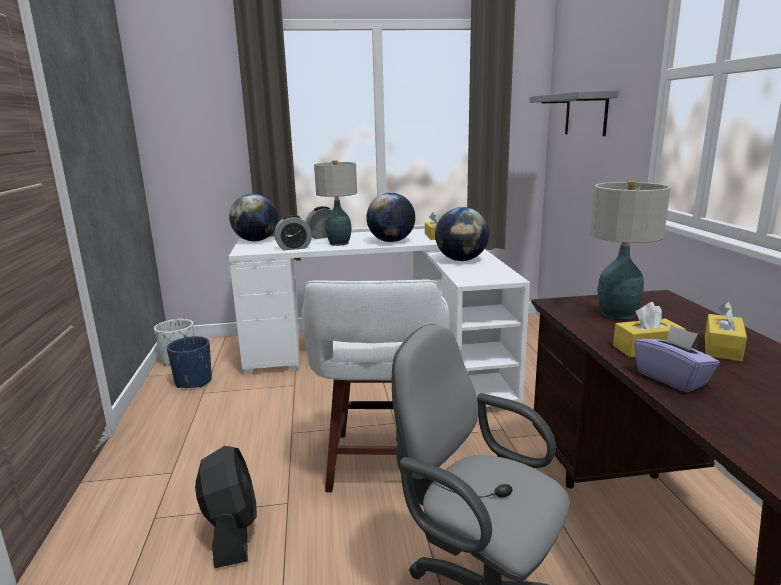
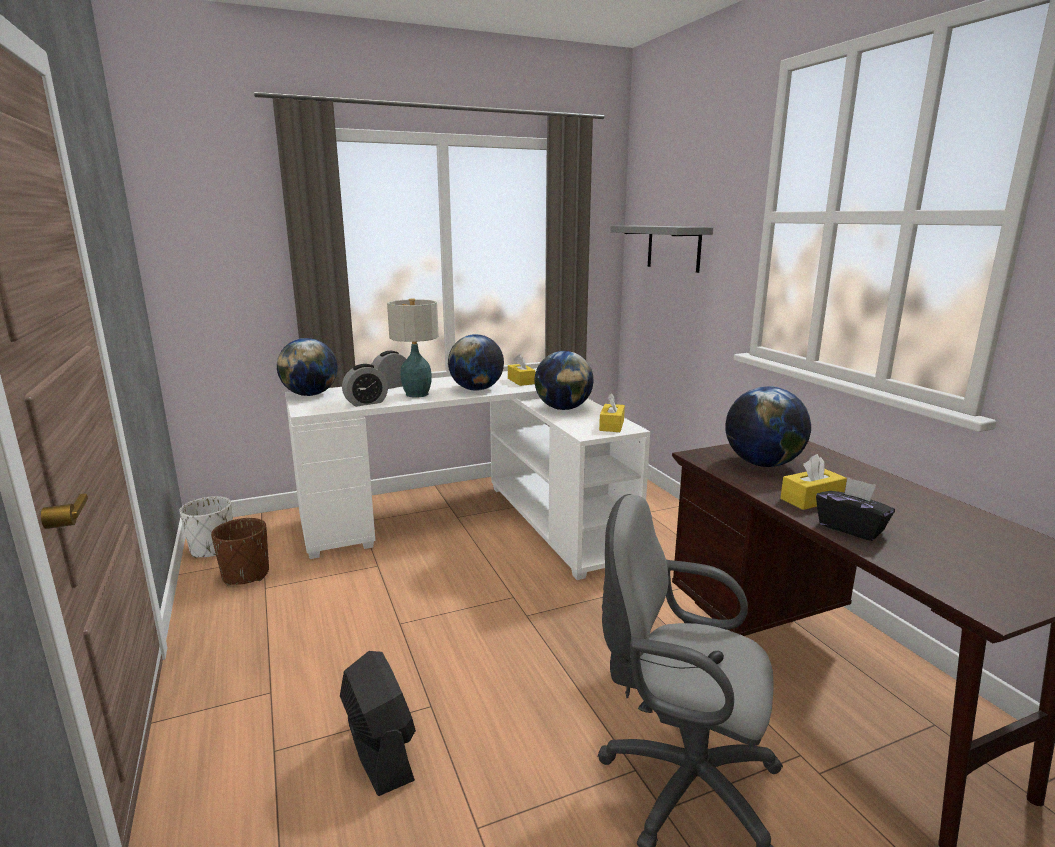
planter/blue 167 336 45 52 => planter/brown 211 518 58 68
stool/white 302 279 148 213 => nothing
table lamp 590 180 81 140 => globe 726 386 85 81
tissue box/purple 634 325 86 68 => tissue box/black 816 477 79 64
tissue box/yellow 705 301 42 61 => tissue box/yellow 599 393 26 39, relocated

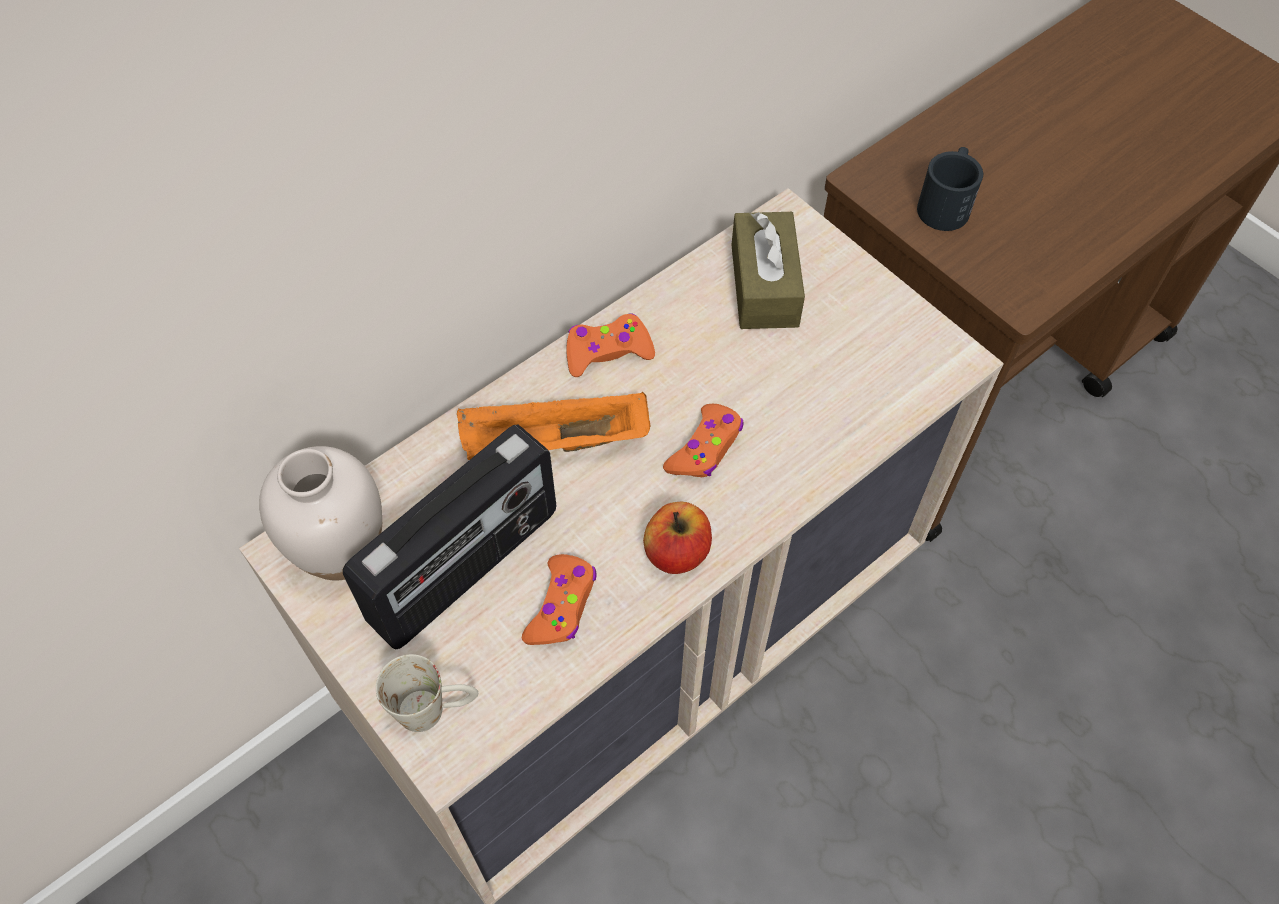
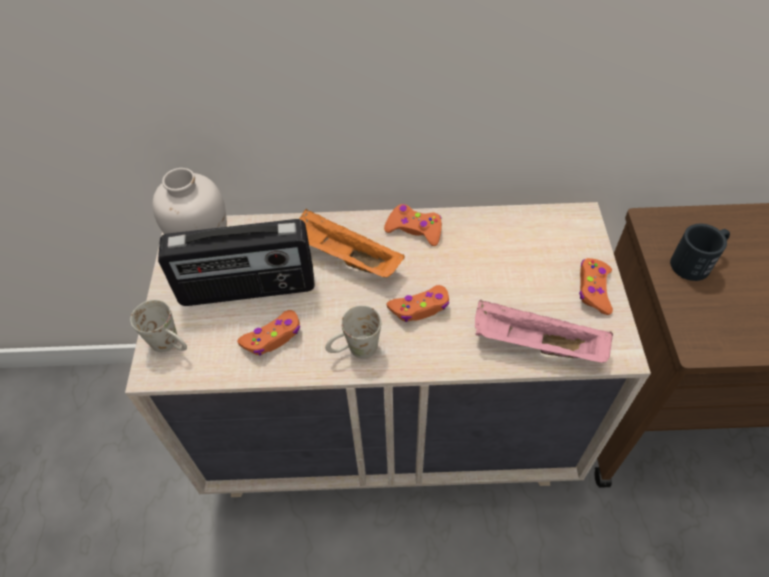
apple 643 502 69 72 => mug/white 325 305 56 54
tissue box/brown 732 212 73 117 => nothing
nothing => tray/pink 475 300 138 63
nothing => game controller/orange 579 258 34 57

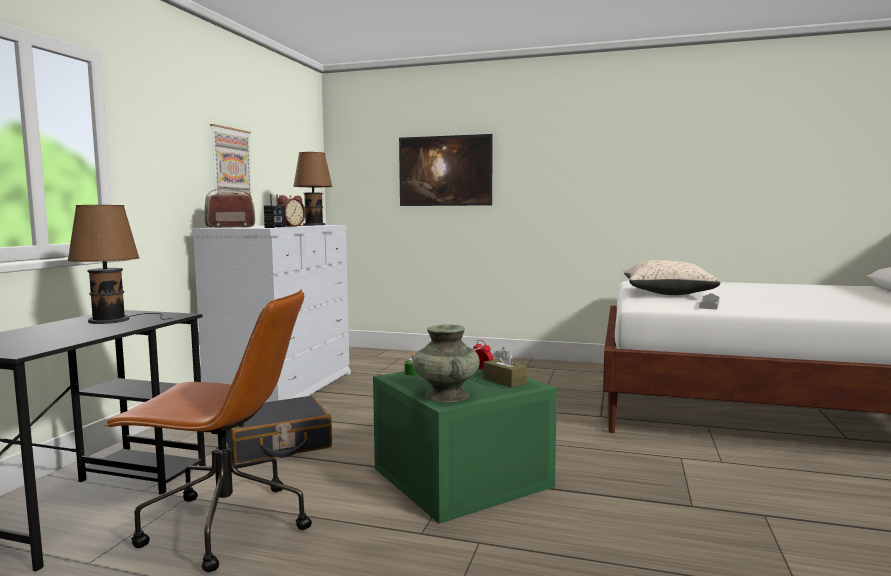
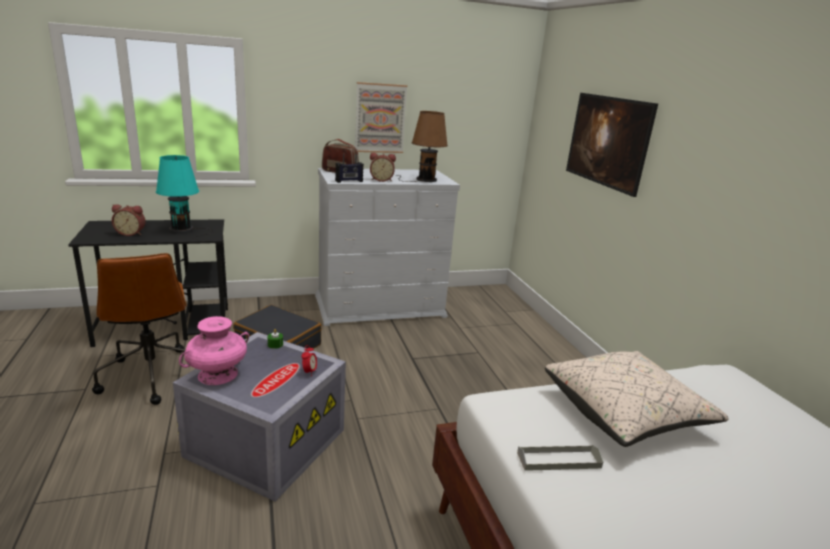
table lamp/brown 67 205 105 119 => table lamp/turquoise 156 155 57 84
storage box/green 373 368 184 156 => storage box/grey 173 332 173 169
vase/turquoise 412 324 68 78 => vase/pink 179 316 70 69
tissue box/brown 483 347 44 40 => nothing
nothing => alarm clock 112 204 34 32

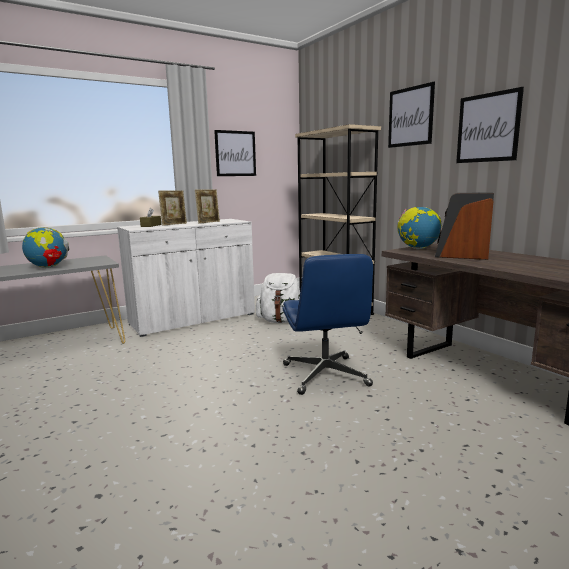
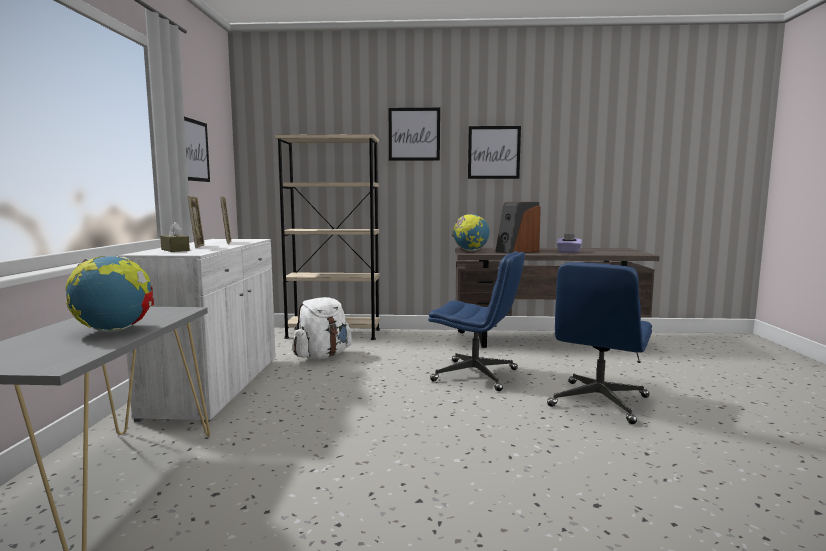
nothing => office chair/blue 547 262 105 162
nothing => tissue box/purple 557 234 25 19

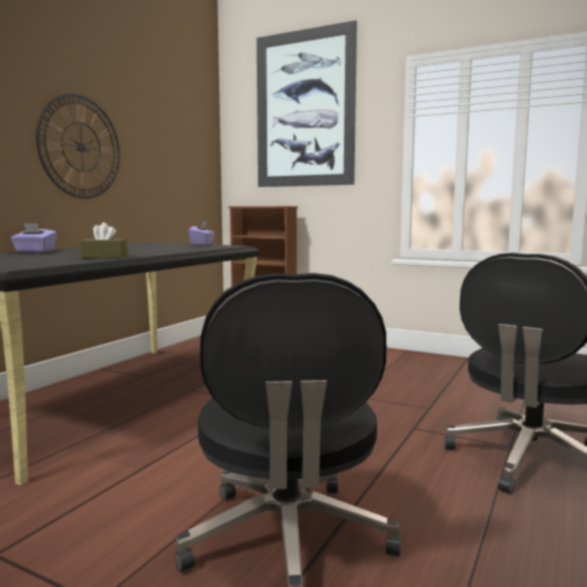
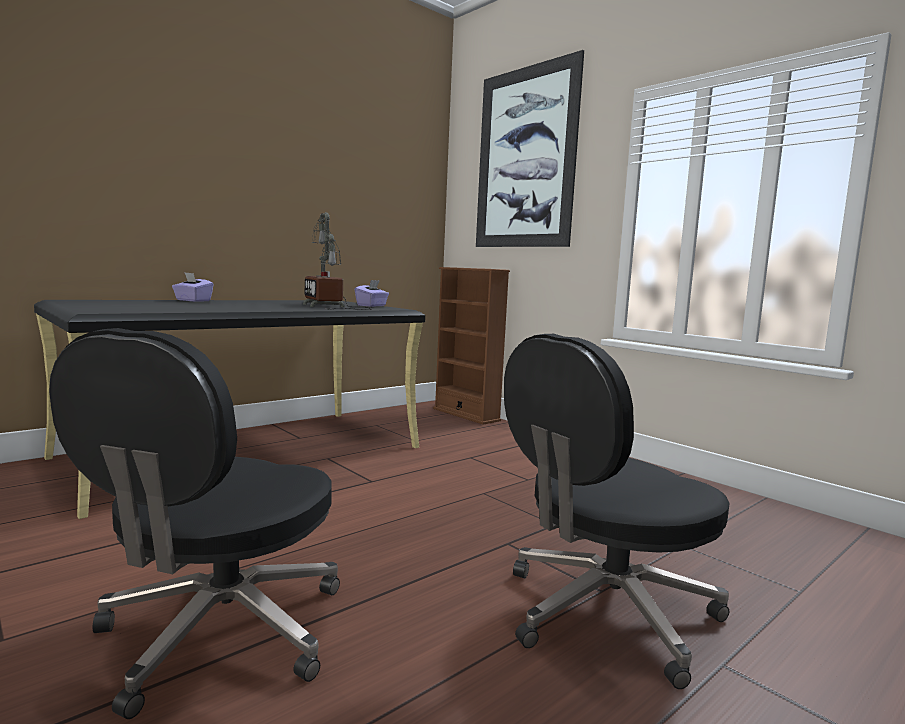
wall clock 36 93 84 106 => nothing
tissue box/brown 80 222 48 36 => nothing
nothing => table lamp 303 212 69 98

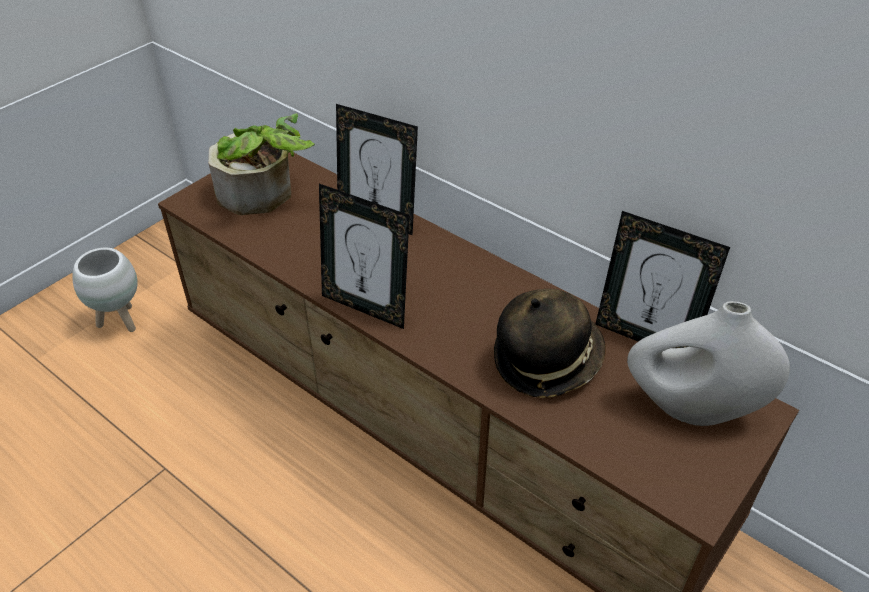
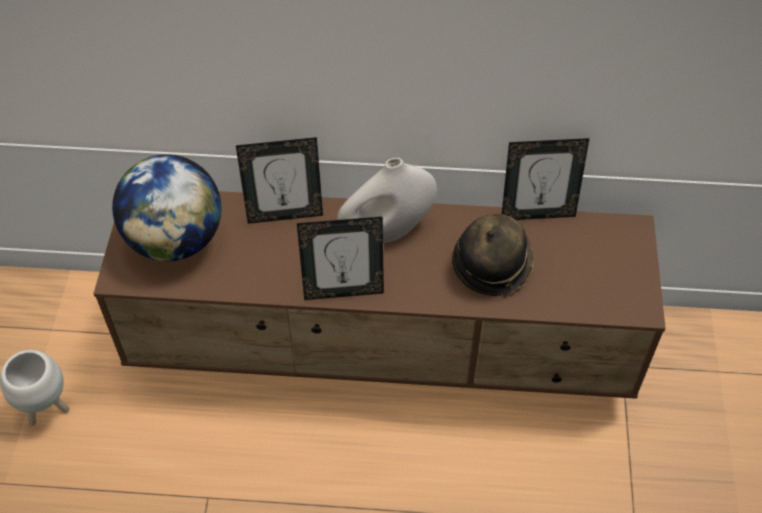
potted plant 208 113 107 102 => globe 112 154 109 107
vase/white 627 301 163 125 => vase/white 337 158 100 85, relocated

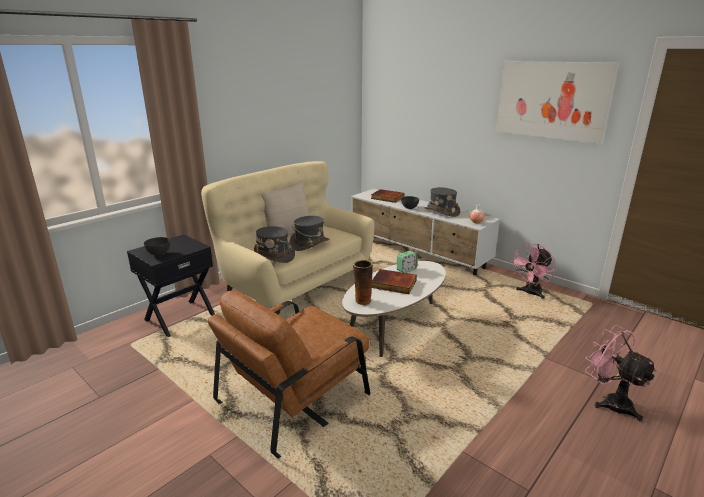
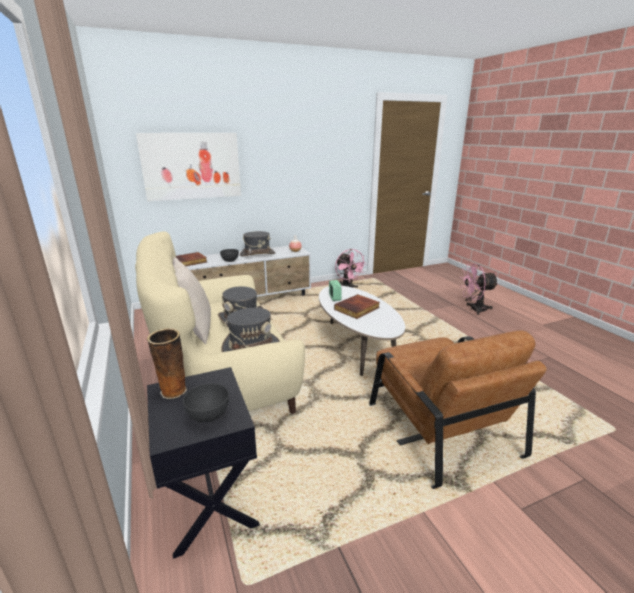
vase 353 260 20 45 => vase 147 328 40 71, relocated
picture 496 61 123 83 => picture 136 133 105 68, relocated

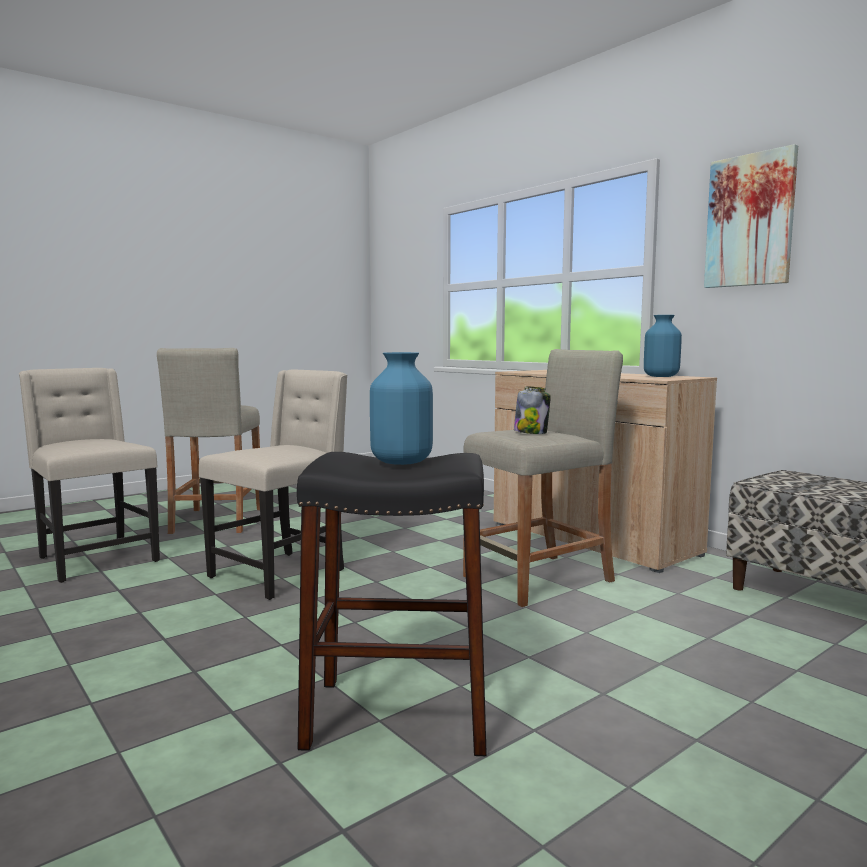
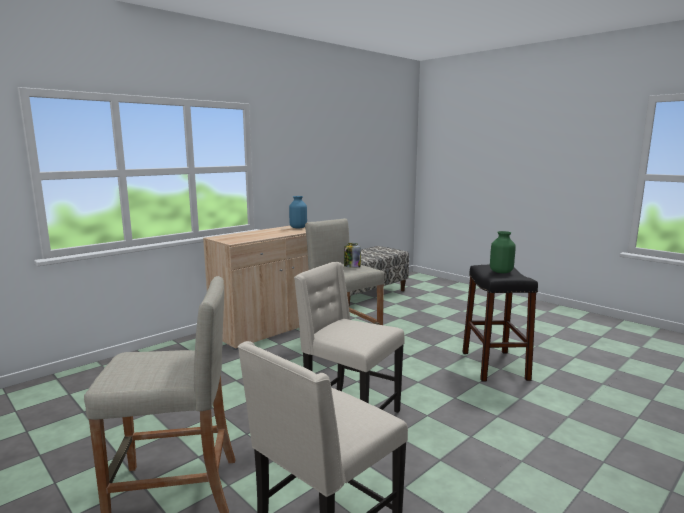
vase/blue 370 352 63 113 => vase/green 490 231 26 42
picture 704 144 94 144 => nothing

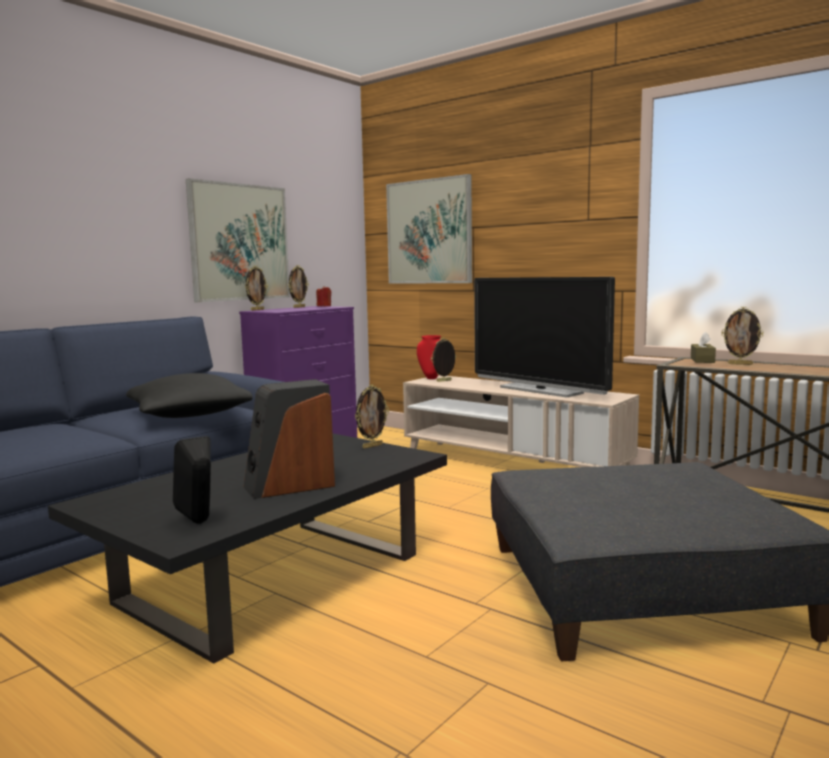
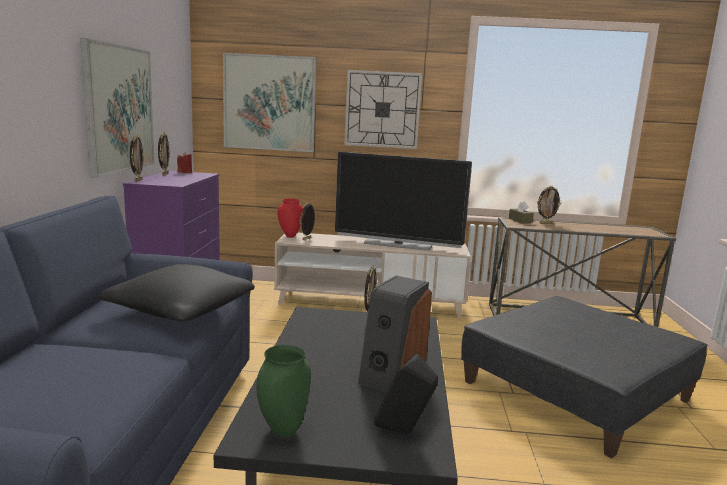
nothing => vase/green 256 345 55 92
nothing => wall clock 344 70 78 79

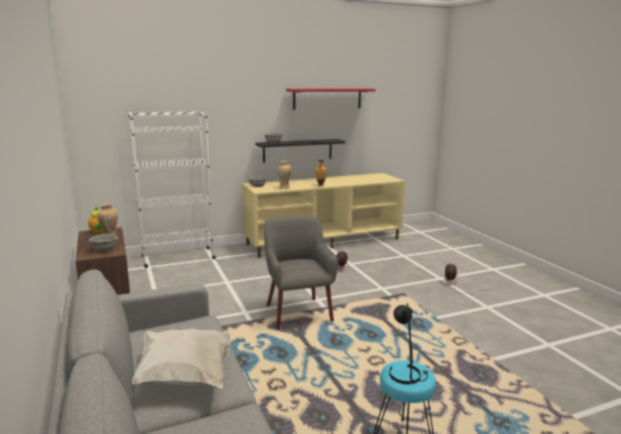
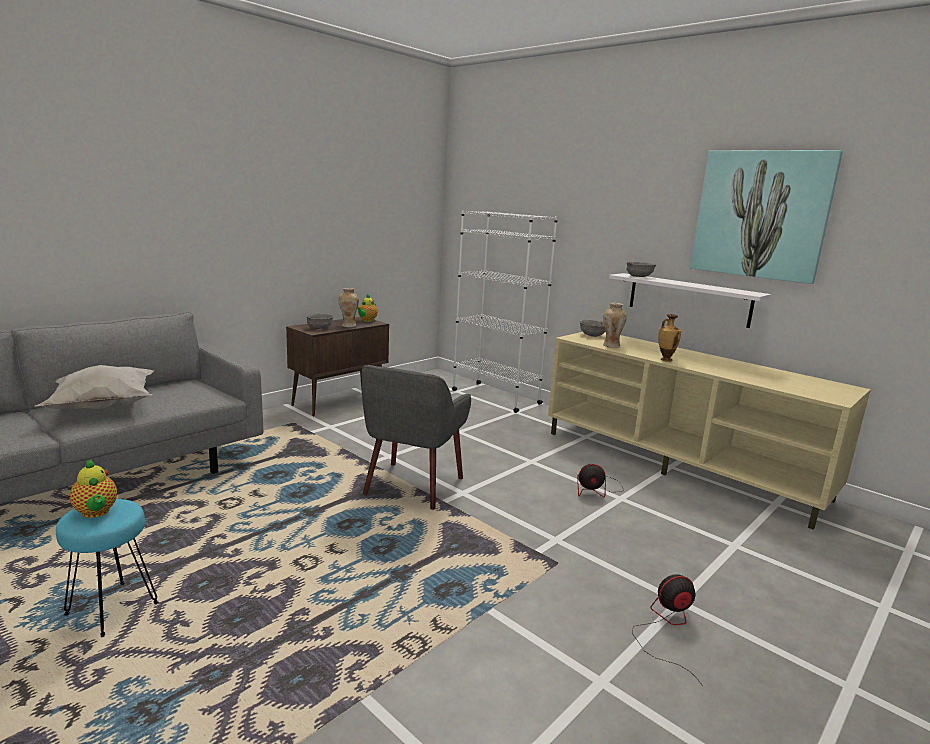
shelf/black 255 139 90 24 => shelf/white 609 273 162 55
armchair/grey 264 216 74 113 => armchair/grey 361 365 110 145, 150 degrees clockwise
shelf/red 286 88 89 22 => picture 690 150 153 134
table lamp/black 389 304 39 80 => teapot 70 459 47 59

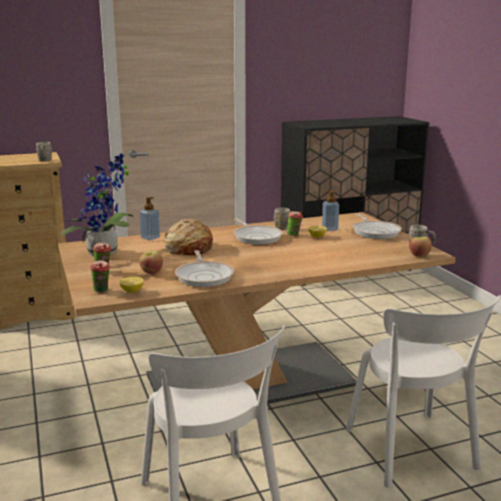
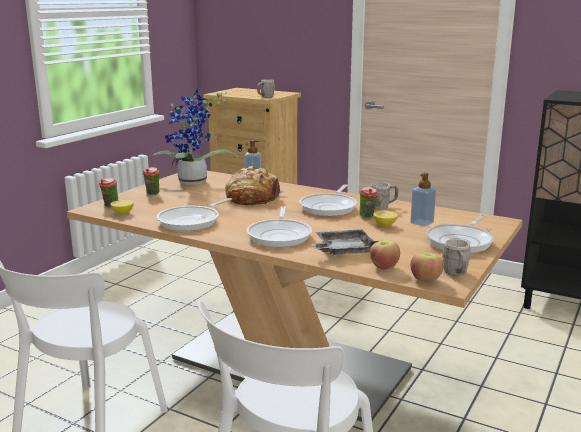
apple 139 251 24 23 => apple 370 240 30 30, relocated
nothing => frying pan 247 207 66 40
nothing => tray/grey 311 229 67 26

